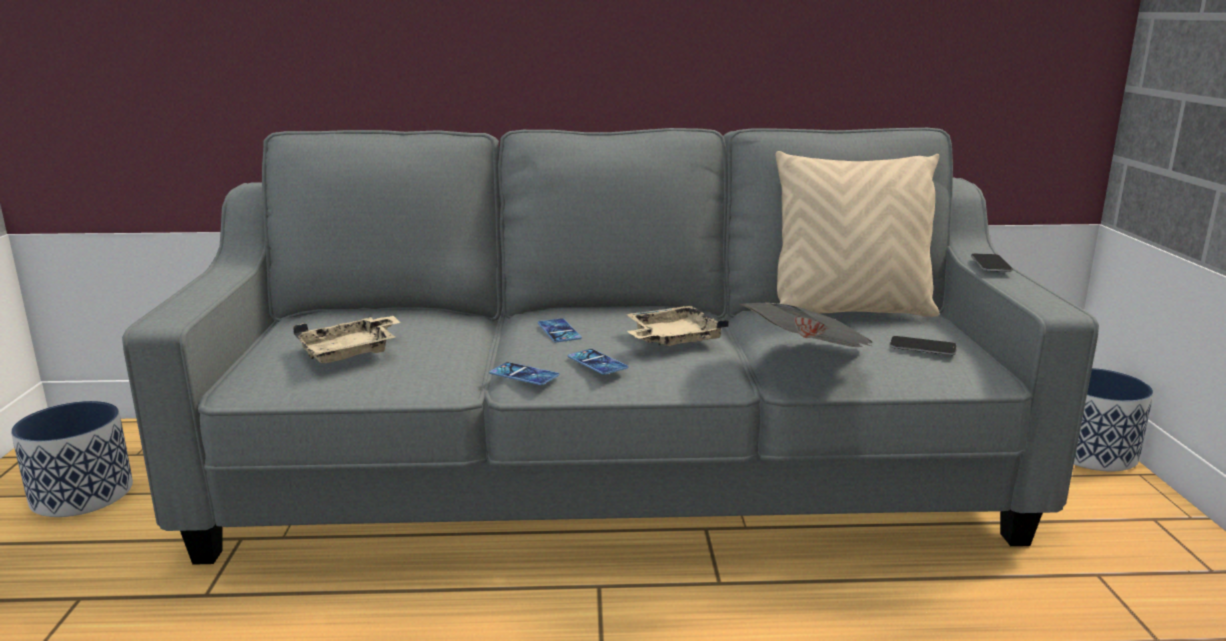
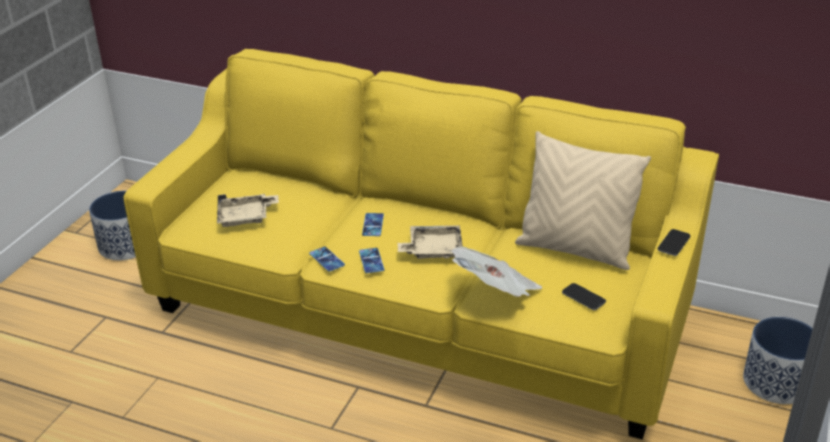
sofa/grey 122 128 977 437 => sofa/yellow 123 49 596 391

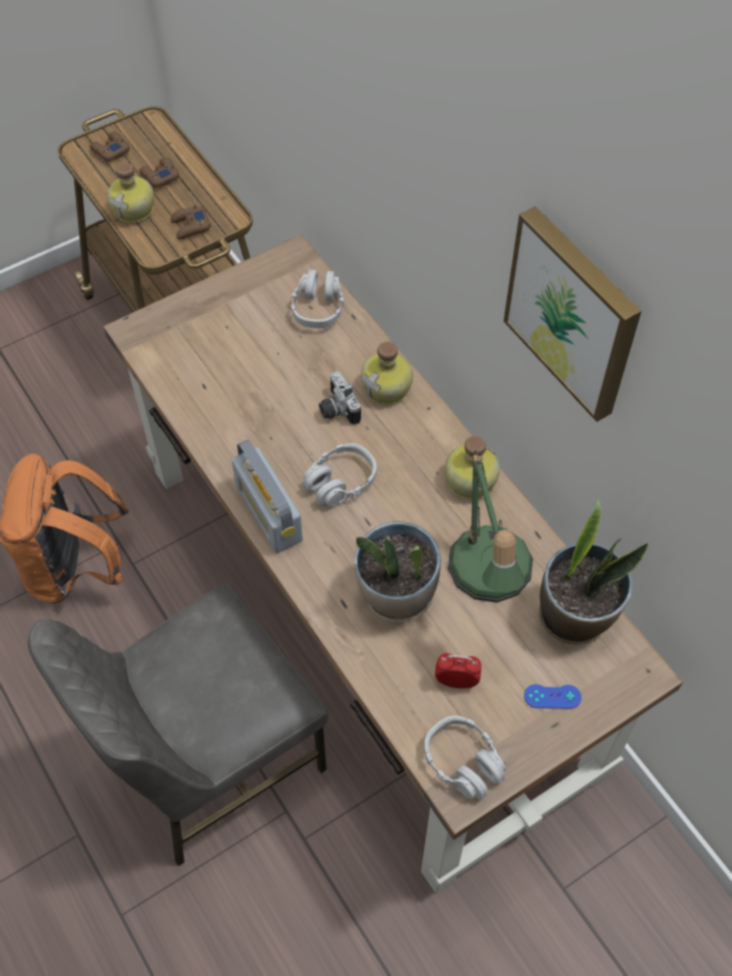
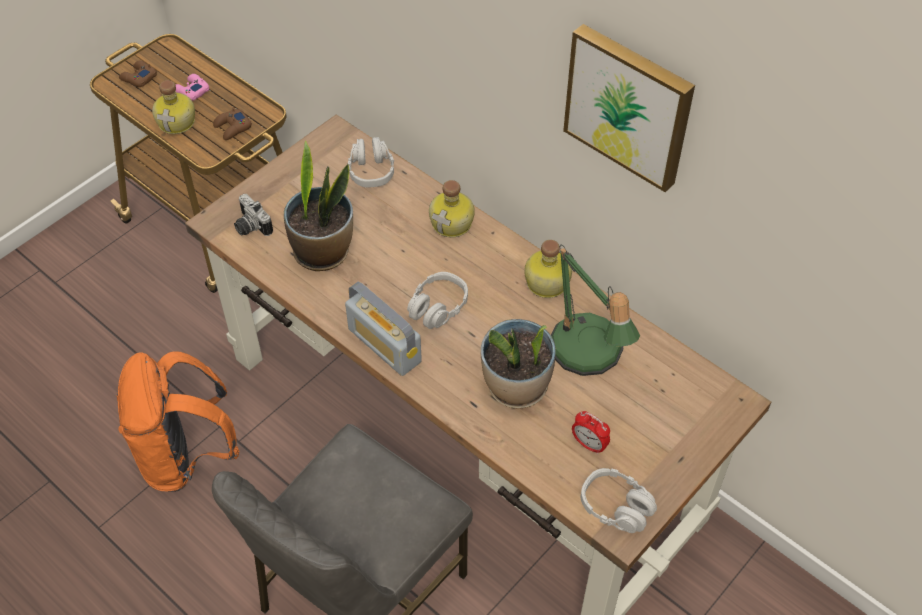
game controller/brown 139 157 40 31 => game controller/pink 176 74 33 27
photo camera 319 371 42 54 => photo camera 234 194 39 42, relocated
alarm clock 435 653 47 35 => alarm clock 572 411 38 43, 135 degrees counterclockwise
game controller/blue 524 684 58 25 => nothing
potted plant 539 500 109 144 => potted plant 284 141 69 130, relocated

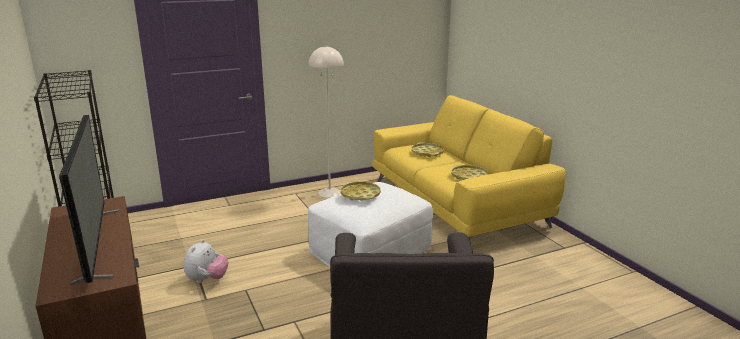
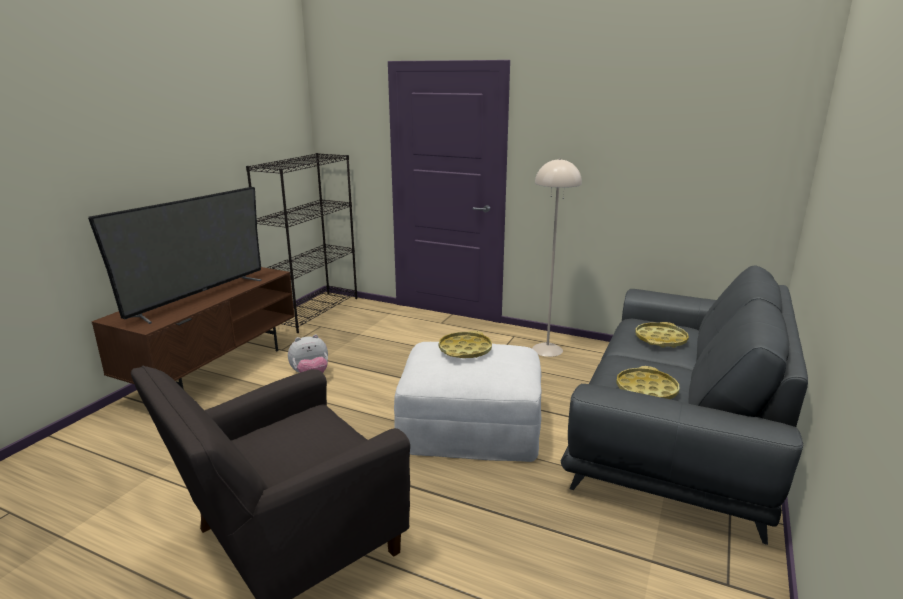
sofa/yellow 372 95 194 145 => sofa/grey 560 265 248 280

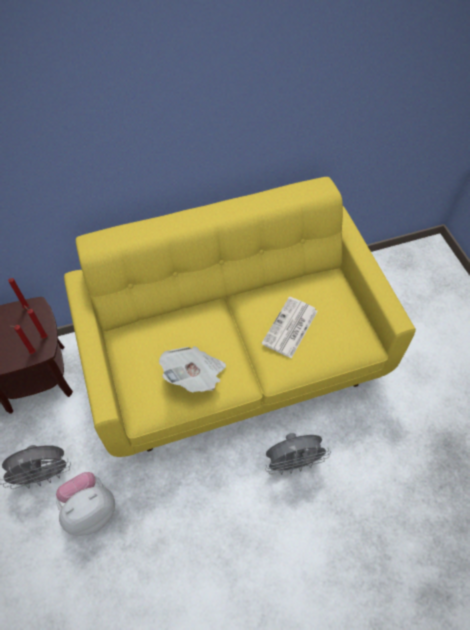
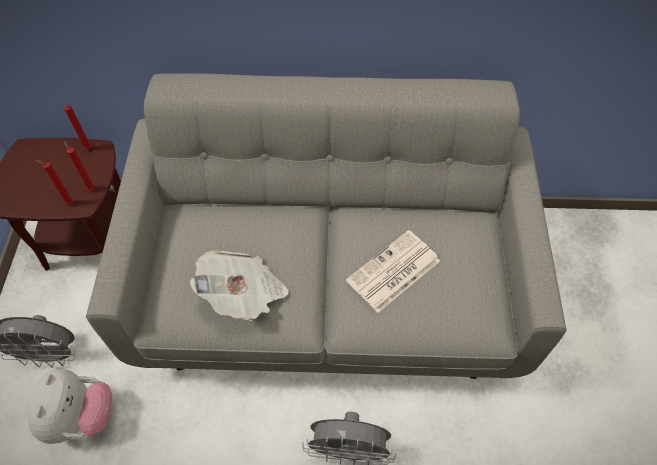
plush toy 56 472 59 64 => plush toy 27 369 85 75, 105 degrees clockwise
sofa/yellow 64 177 352 280 => sofa/grey 86 73 481 306

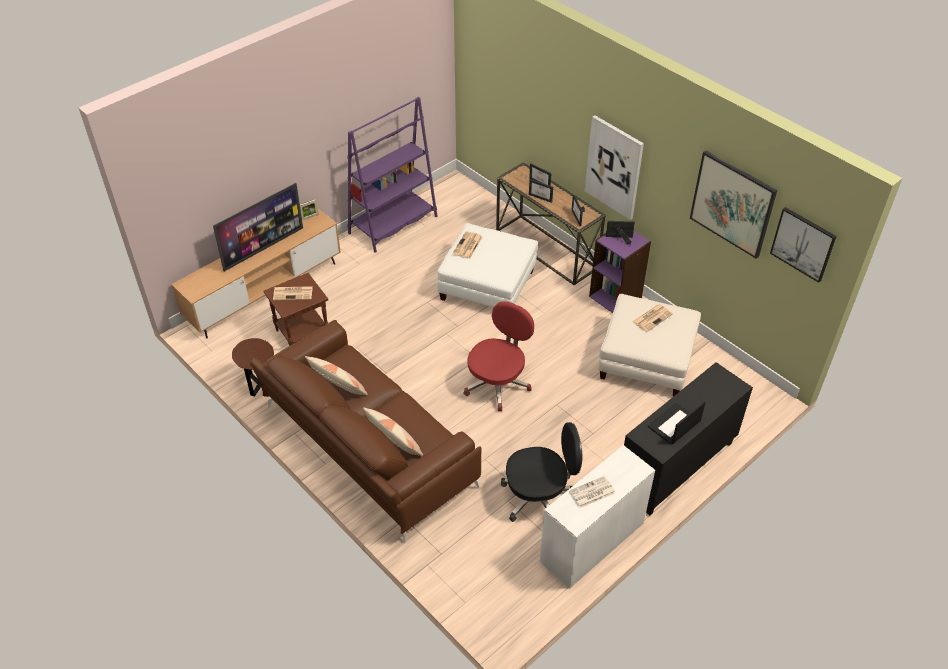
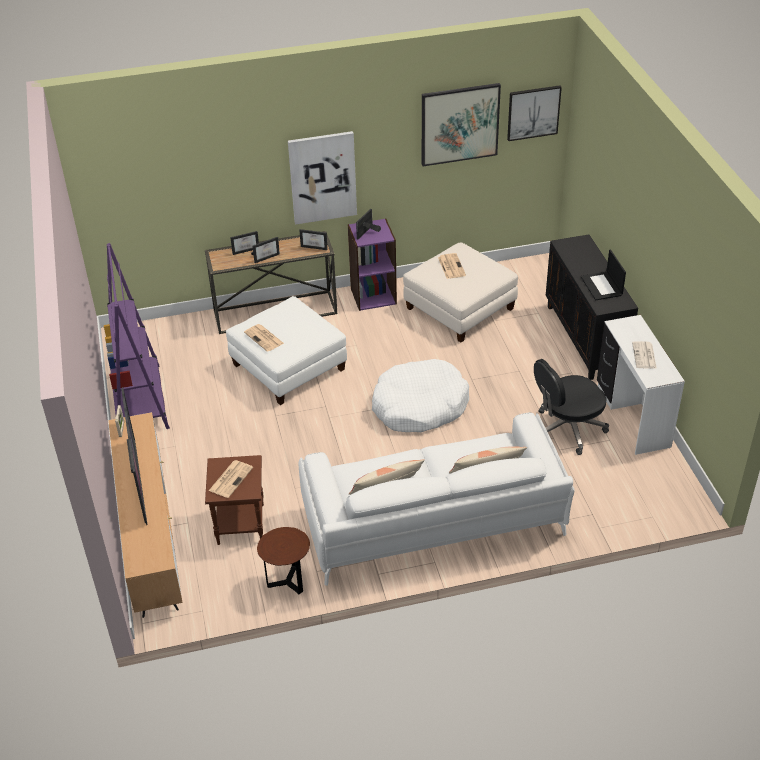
sofa/brown 250 320 231 223 => sofa/white 298 412 277 174
office chair/red 464 301 70 110 => dog bed/white 372 359 97 73
office chair/black 501 422 81 100 => office chair/black 534 359 75 96, 135 degrees counterclockwise

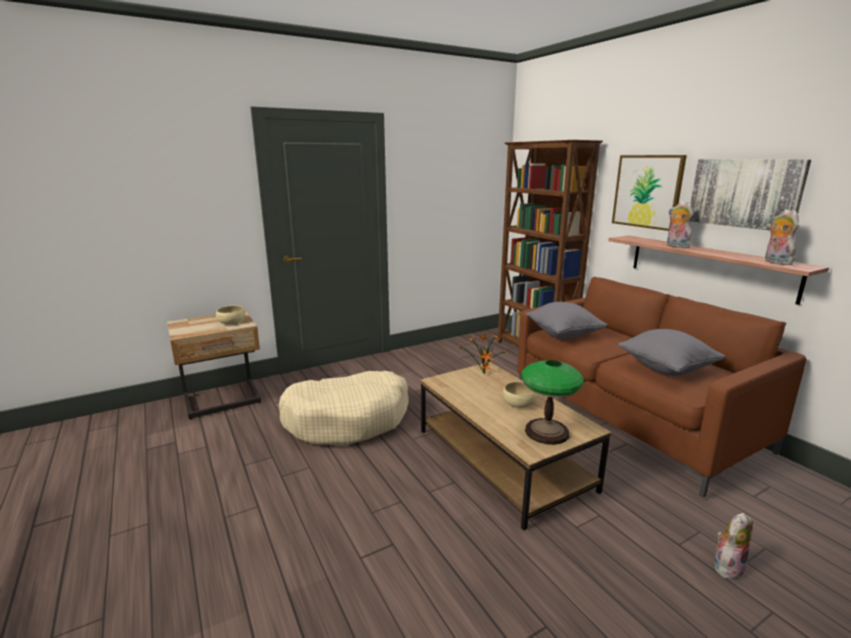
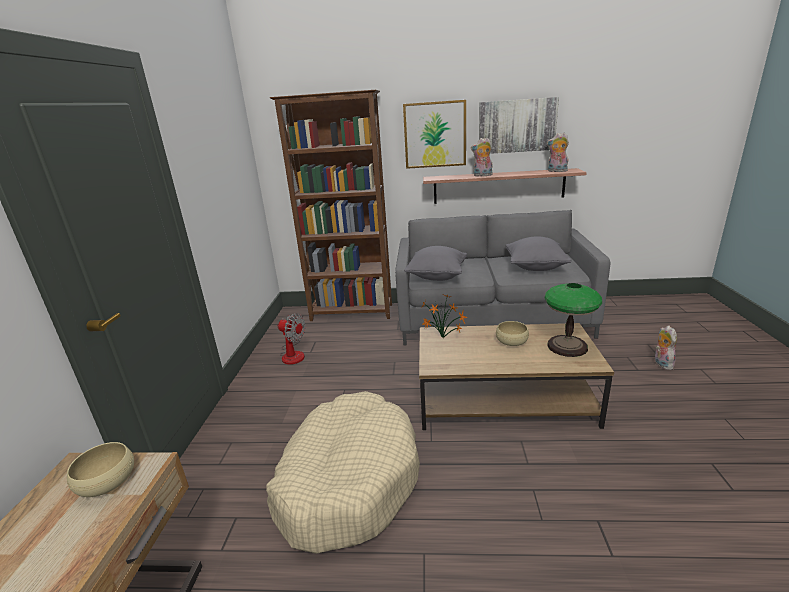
sofa/brown 517 277 289 221 => sofa/grey 395 210 215 136
nothing => fan 278 314 27 51

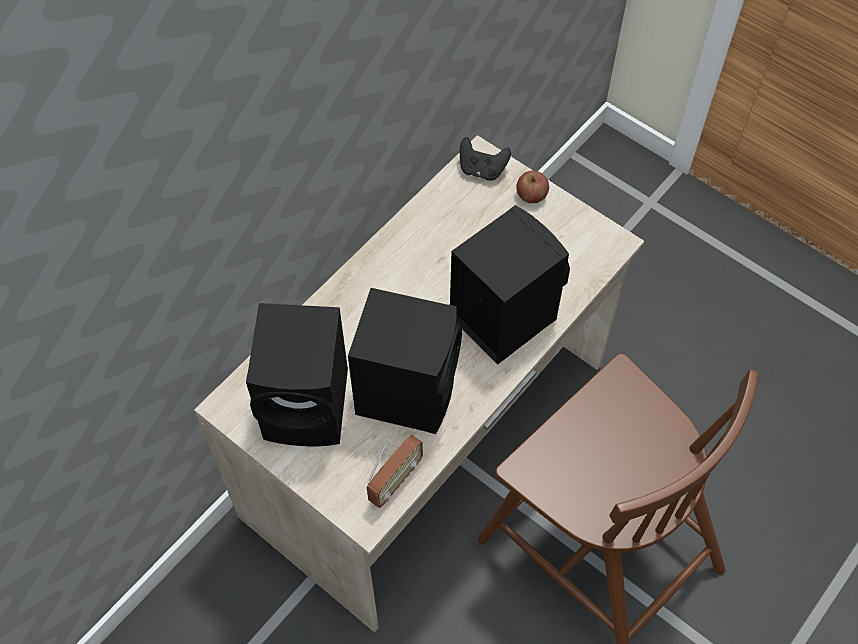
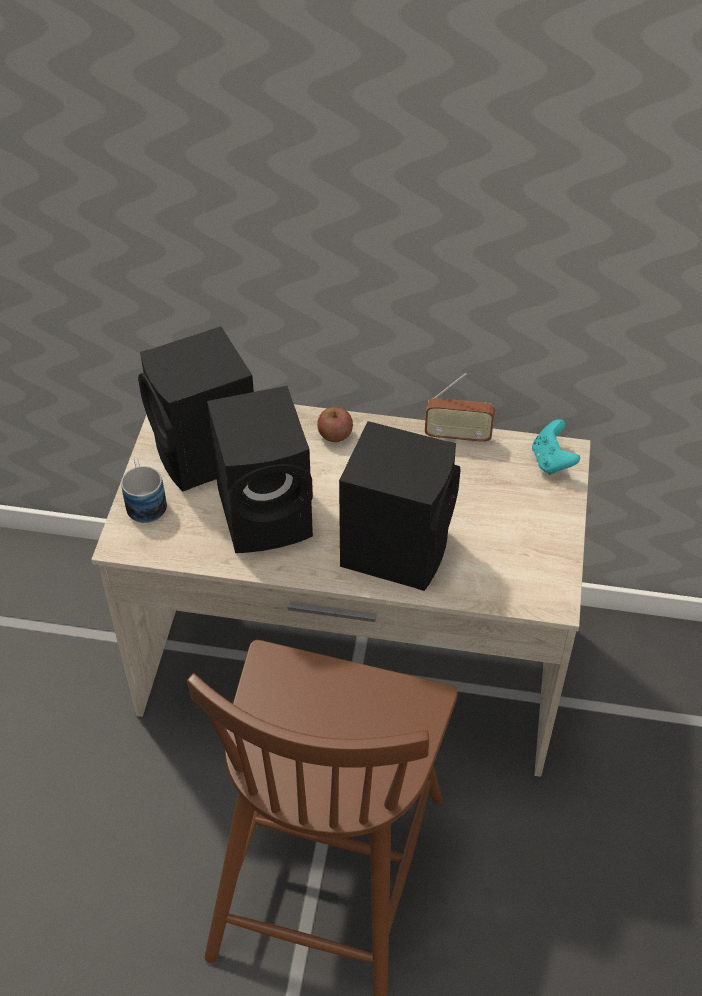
radio 367 435 56 73 => radio 425 373 70 72, relocated
game controller/black 460 137 51 44 => game controller/turquoise 532 419 48 56
apple 517 171 32 32 => apple 317 407 36 35, relocated
nothing => mug 121 458 46 65

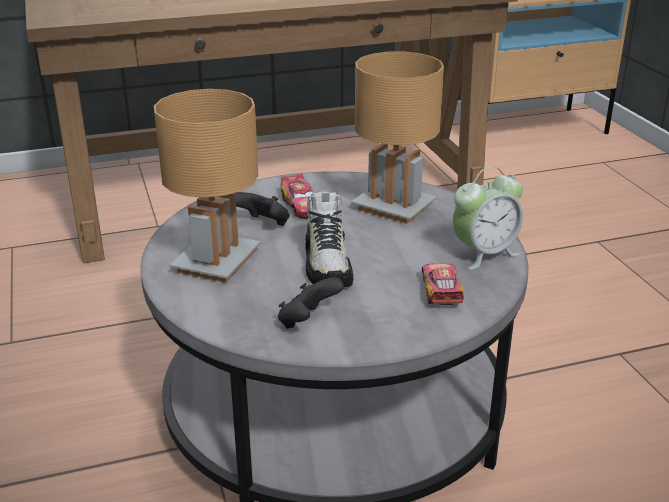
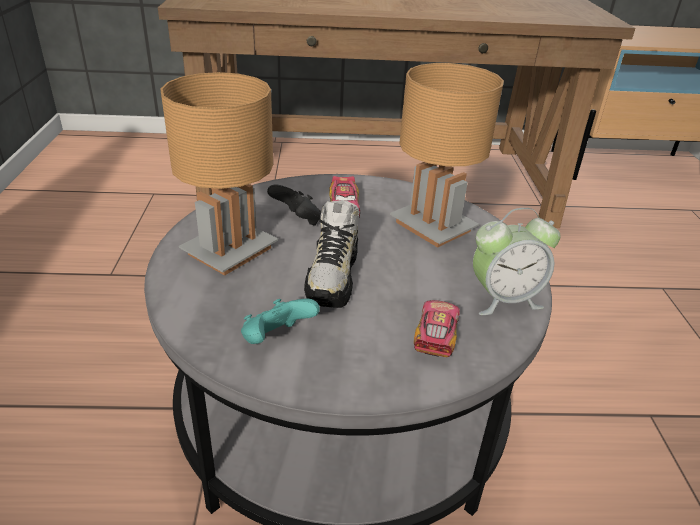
game controller/black 278 278 66 51 => game controller/turquoise 241 299 79 45

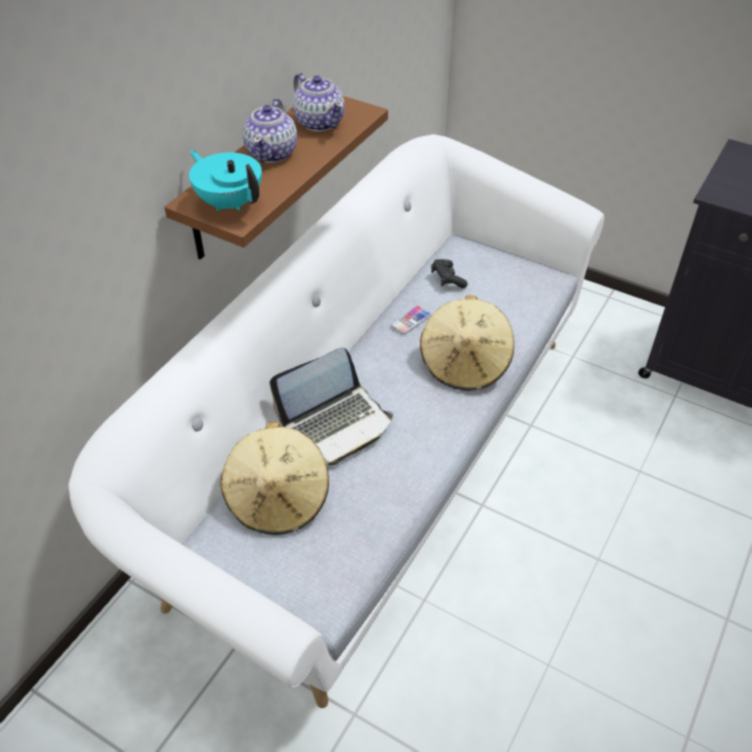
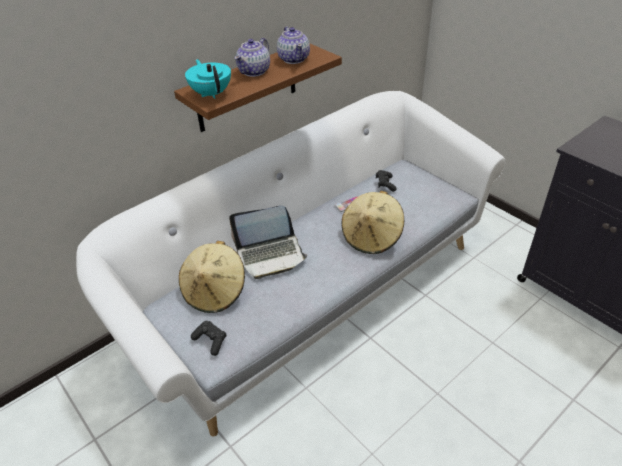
nothing => game controller/black 191 321 35 35

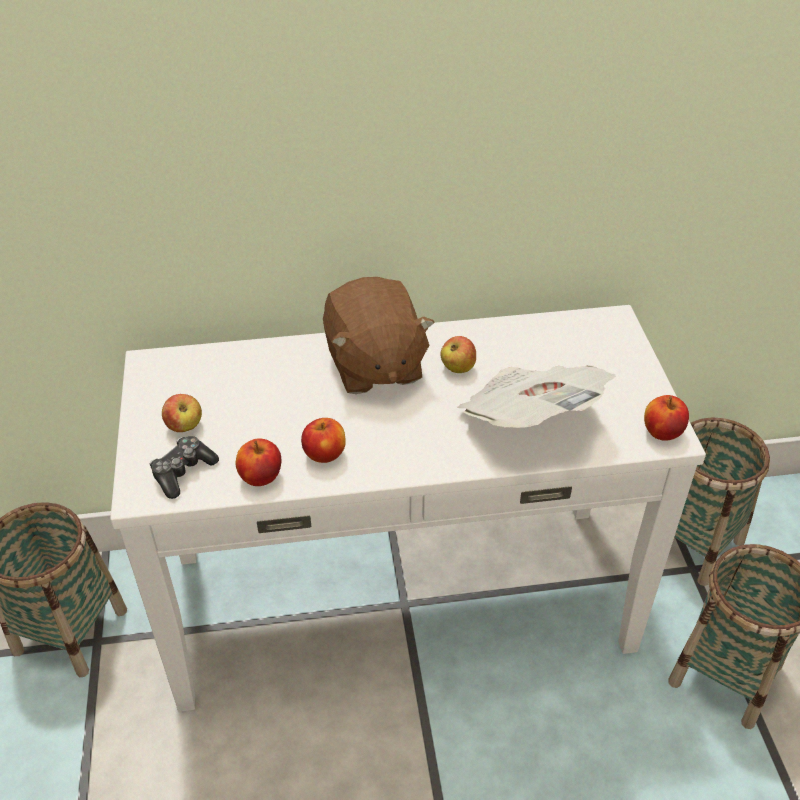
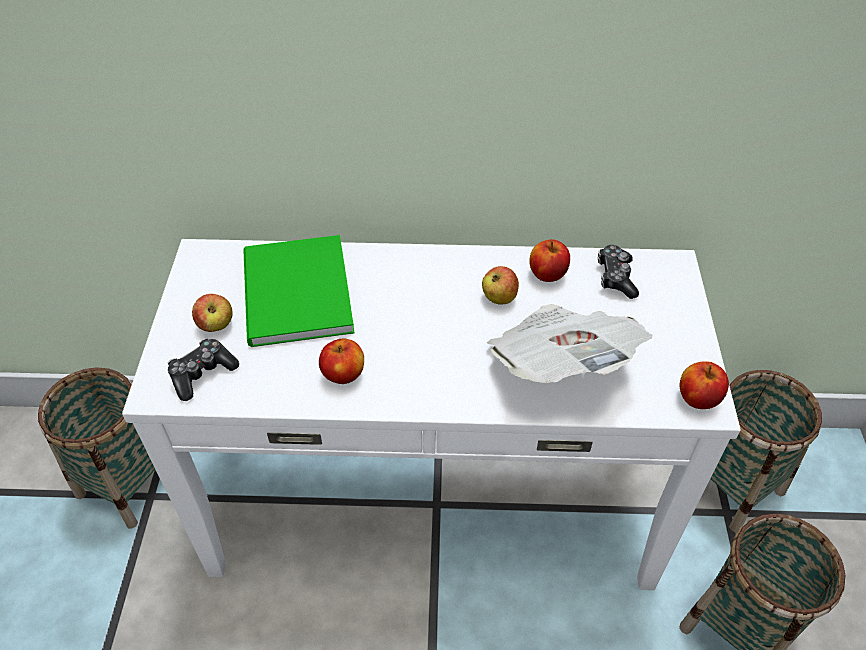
apple 236 438 45 48 => apple 529 239 41 43, relocated
plush toy/brown 323 277 112 117 => nothing
nothing => book/green 243 235 112 112
nothing => game controller 598 245 41 54

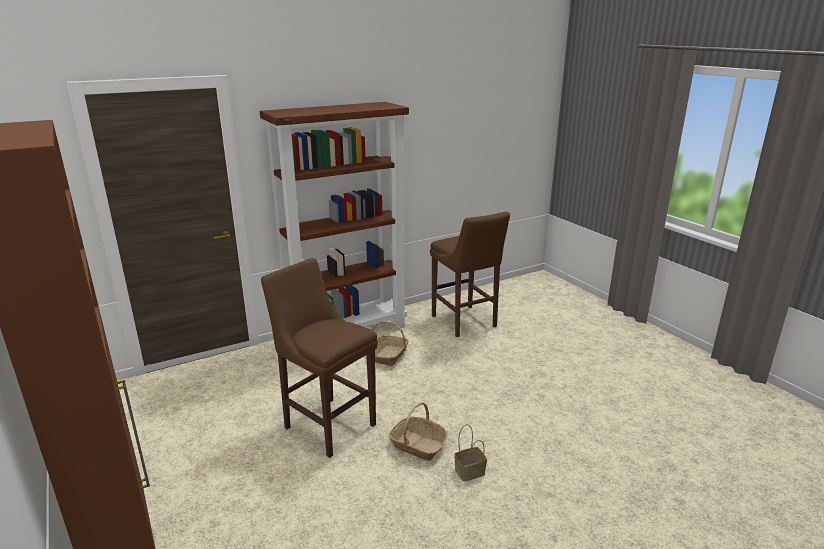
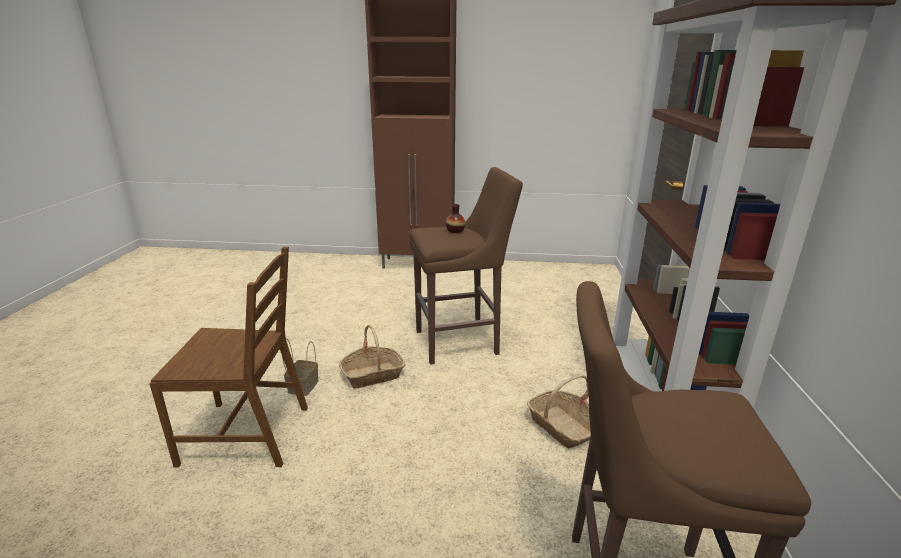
nothing => chair/brown 149 247 159 221
nothing => vase 446 204 19 29

